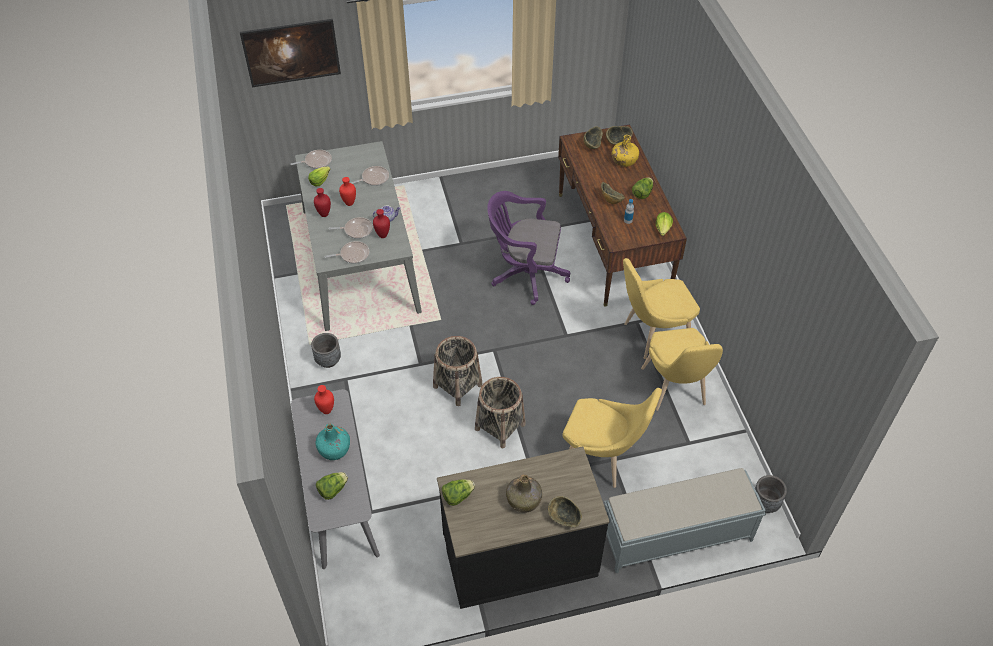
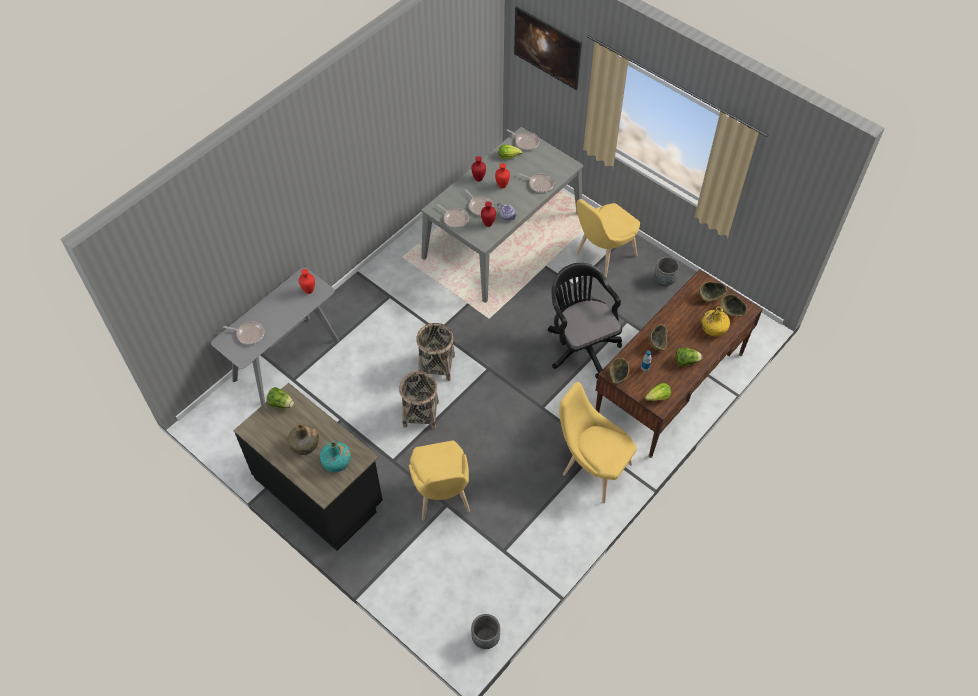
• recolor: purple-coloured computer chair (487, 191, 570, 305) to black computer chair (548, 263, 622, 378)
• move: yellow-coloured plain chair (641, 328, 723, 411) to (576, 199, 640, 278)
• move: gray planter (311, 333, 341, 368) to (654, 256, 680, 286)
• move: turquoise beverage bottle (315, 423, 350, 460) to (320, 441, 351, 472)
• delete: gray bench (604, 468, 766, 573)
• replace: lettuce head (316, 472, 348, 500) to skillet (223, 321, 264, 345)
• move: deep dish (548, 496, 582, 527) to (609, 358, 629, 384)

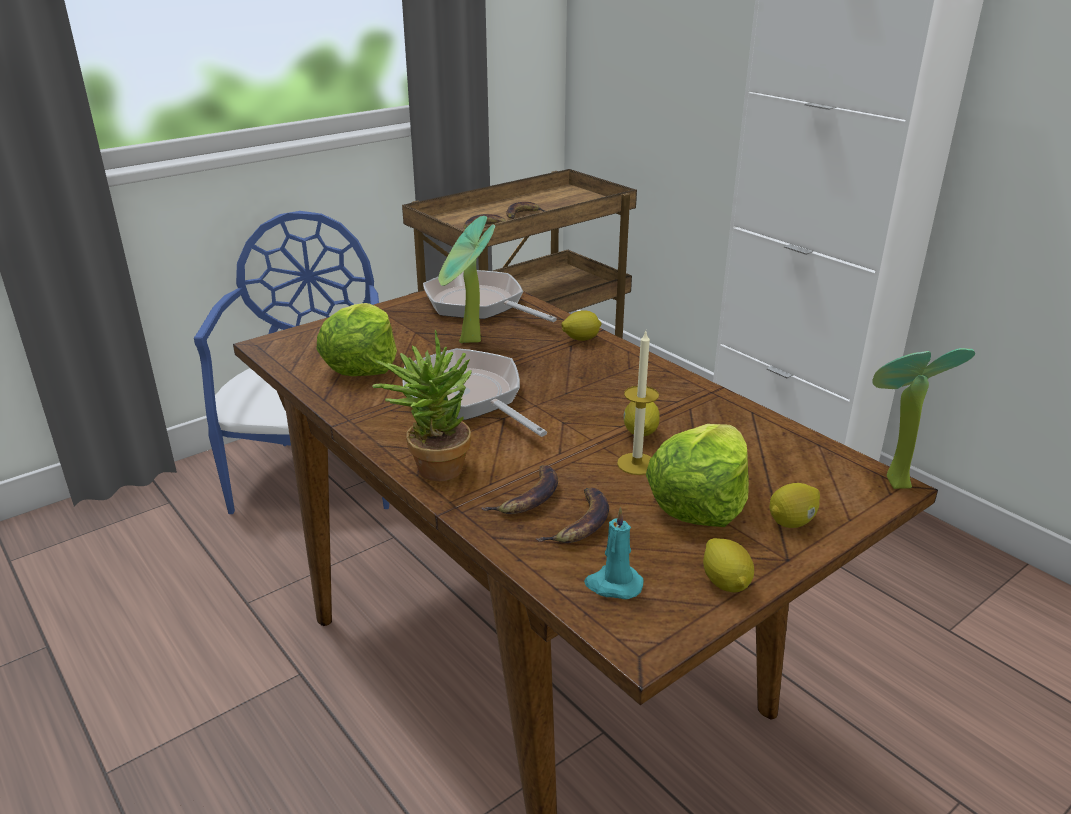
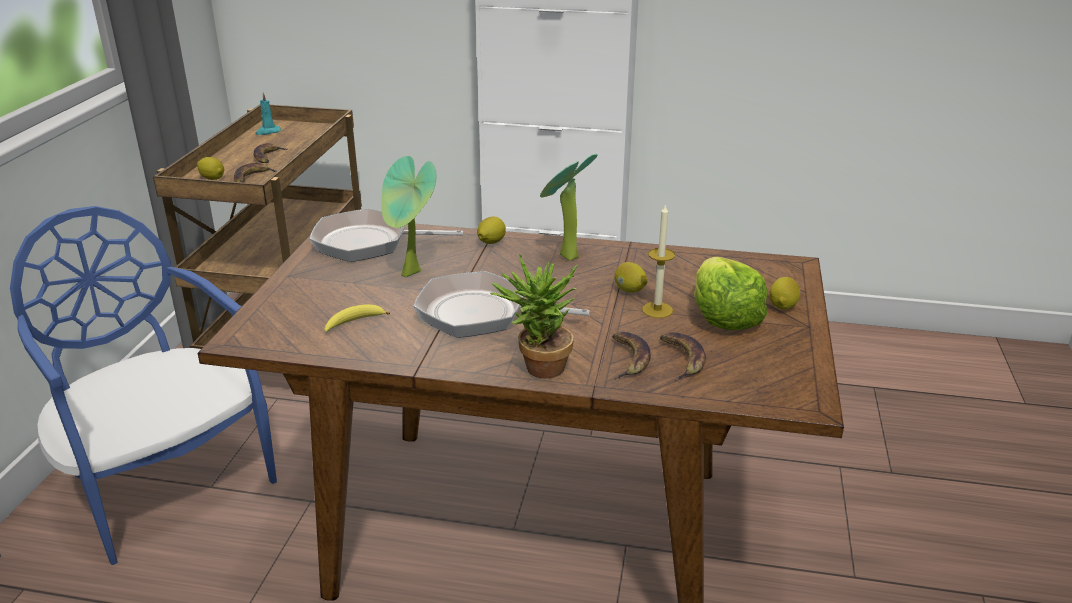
• replace: lettuce head (316, 303, 397, 376) to banana fruit (324, 304, 390, 332)
• move: potted plant (872, 348, 975, 489) to (540, 154, 597, 261)
• move: turquoise wax light (584, 507, 644, 599) to (255, 92, 281, 135)
• move: citrus fruit (703, 538, 754, 592) to (197, 157, 224, 180)

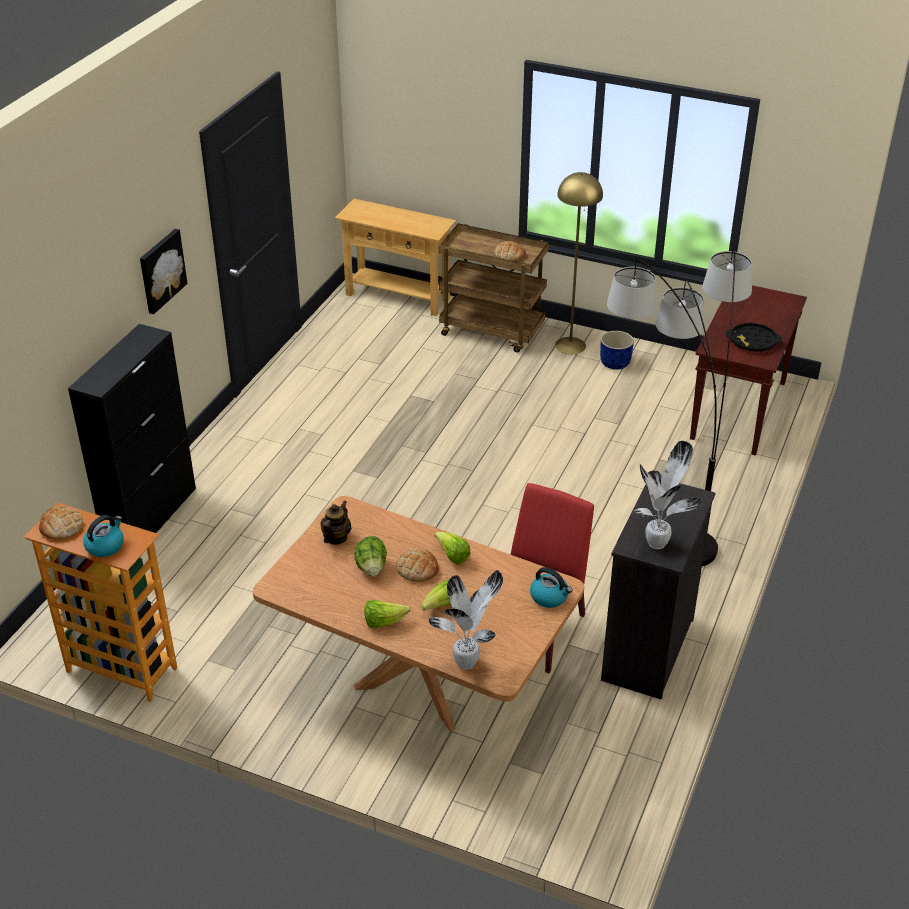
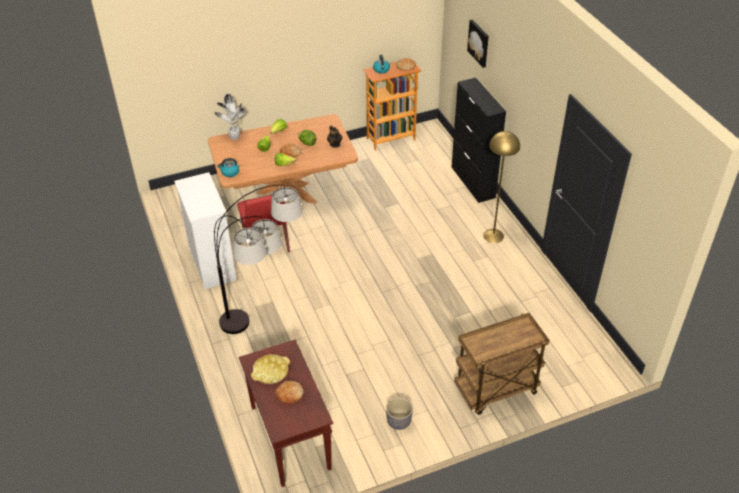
• move: yellow-coloured standing lamp (555, 172, 603, 354) to (483, 131, 520, 243)
• delete: sand-coloured narrow table (335, 199, 456, 316)
• move: picture (140, 229, 188, 314) to (467, 20, 489, 68)
• move: bakery bread (494, 241, 526, 261) to (276, 380, 304, 404)
• recolor: black serving tray (726, 323, 782, 352) to yellow-coloured serving tray (251, 354, 290, 384)
• recolor: blue-coloured planter (600, 331, 634, 370) to gray planter (386, 397, 413, 430)
• delete: potted plant (633, 441, 702, 549)
• recolor: black chest of drawers (601, 483, 715, 700) to white-coloured chest of drawers (174, 172, 236, 289)

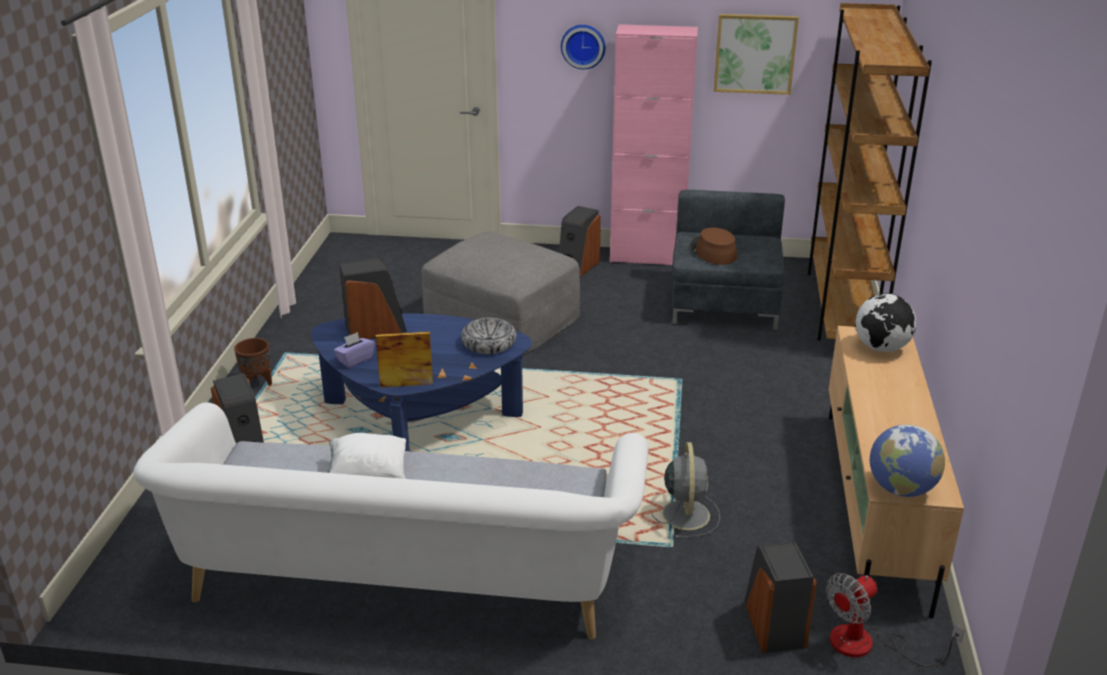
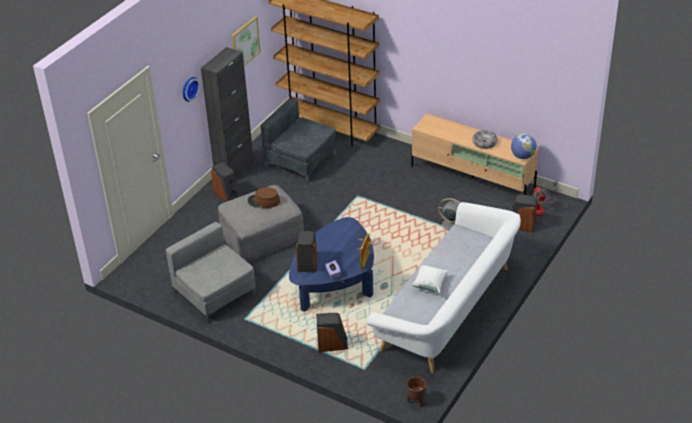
• recolor: pink storage cabinet (610, 24, 698, 265) to black storage cabinet (201, 47, 254, 178)
• move: brown clothing hat (690, 227, 737, 265) to (248, 187, 280, 208)
• delete: desk globe (855, 293, 916, 352)
• move: deep dish (461, 317, 516, 354) to (472, 130, 497, 149)
• move: brown planter (234, 338, 272, 386) to (407, 377, 426, 407)
• insert: gray armchair (166, 222, 256, 323)

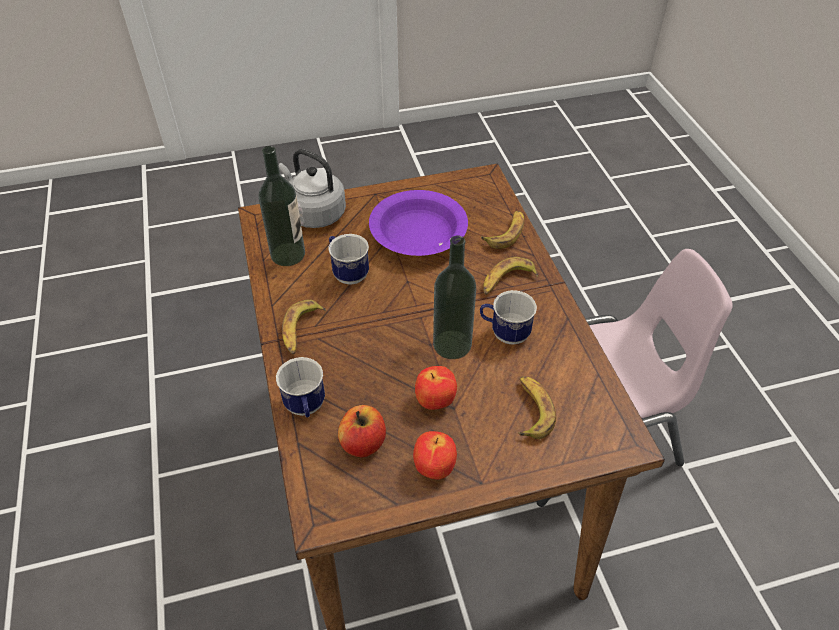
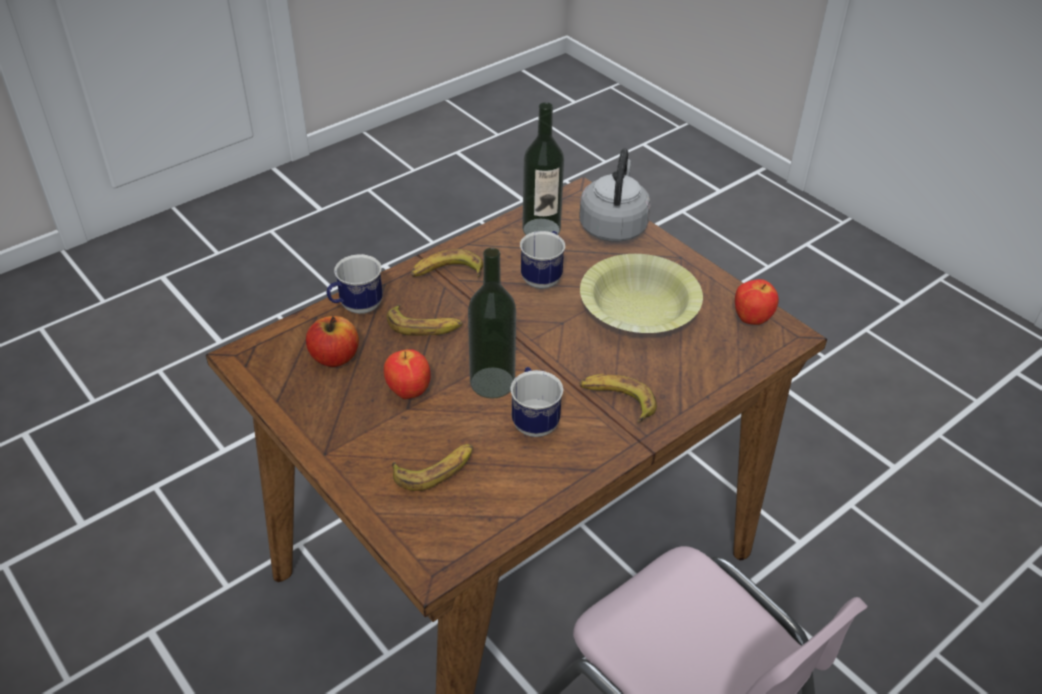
• recolor: purple-coloured deep dish (369, 190, 468, 256) to yellow-coloured deep dish (580, 254, 703, 333)
• move: banana fruit (481, 211, 524, 249) to (387, 304, 463, 335)
• move: whole apple (413, 431, 457, 479) to (735, 279, 779, 325)

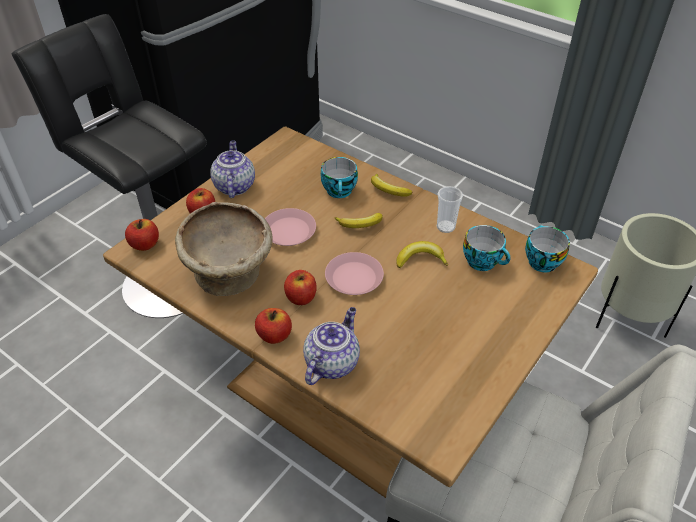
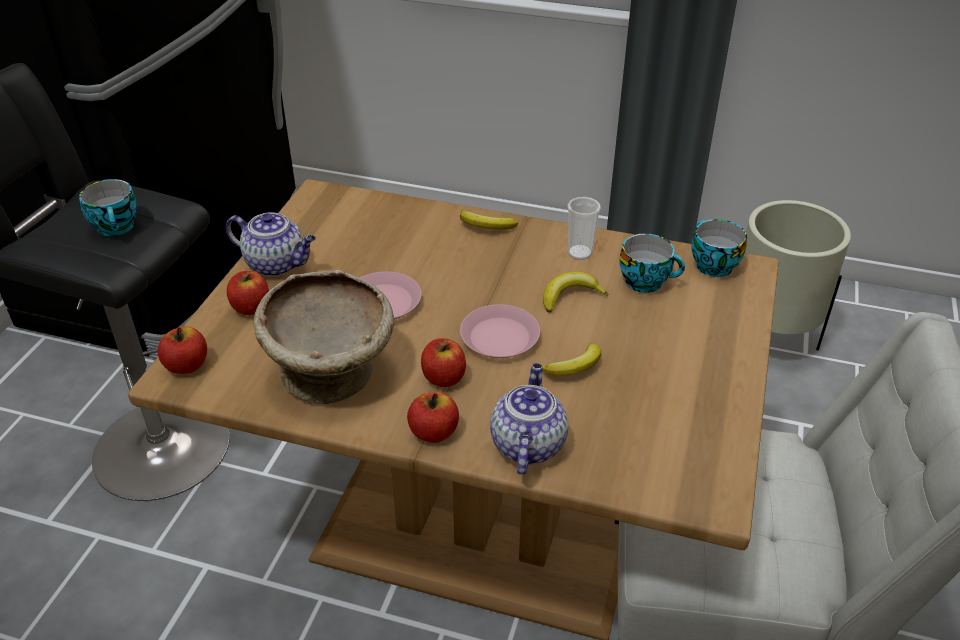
• rotate: pot for tea (210, 140, 255, 198) = (226, 212, 316, 277) 135 degrees clockwise
• move: small cup (321, 157, 358, 198) to (79, 179, 137, 236)
• move: banana fruit (334, 213, 383, 228) to (542, 344, 601, 376)

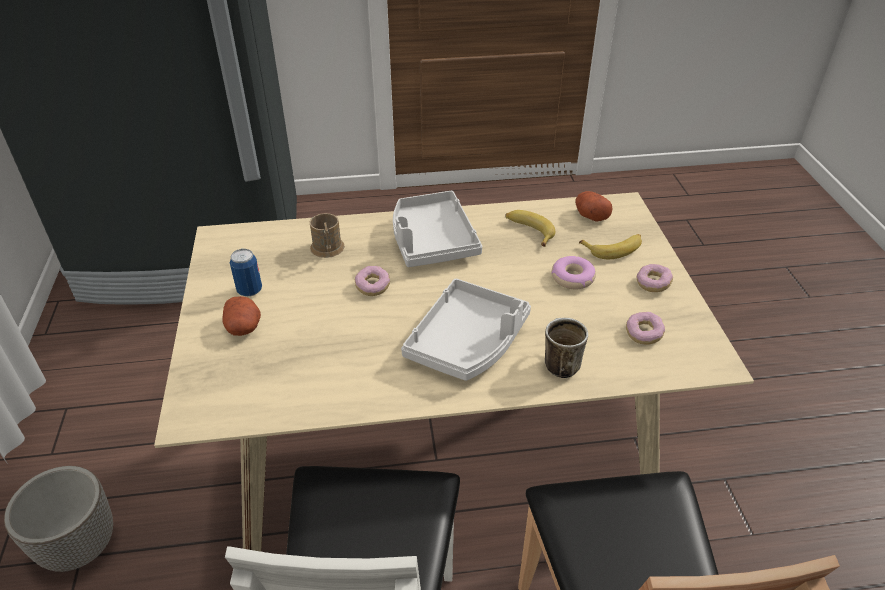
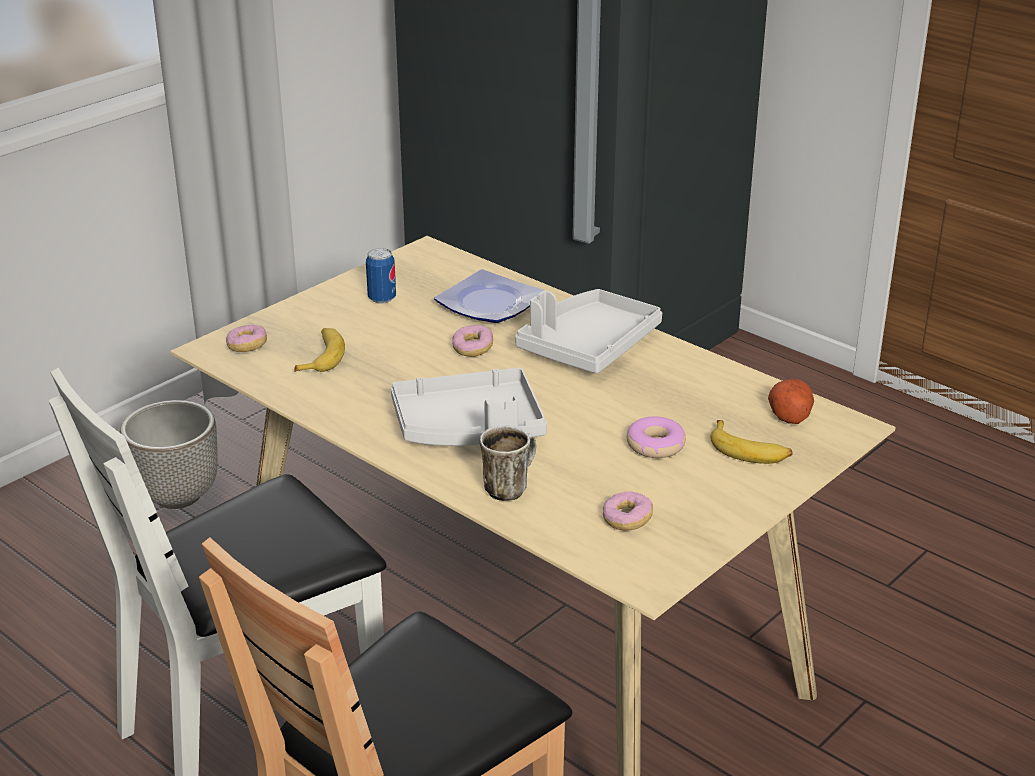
• move: banana fruit (505, 210, 555, 247) to (294, 328, 345, 372)
• replace: brown mug (310, 213, 345, 258) to flat dish (434, 269, 544, 323)
• move: ring doughnut (637, 264, 673, 292) to (226, 324, 267, 352)
• delete: whole potato (222, 296, 261, 336)

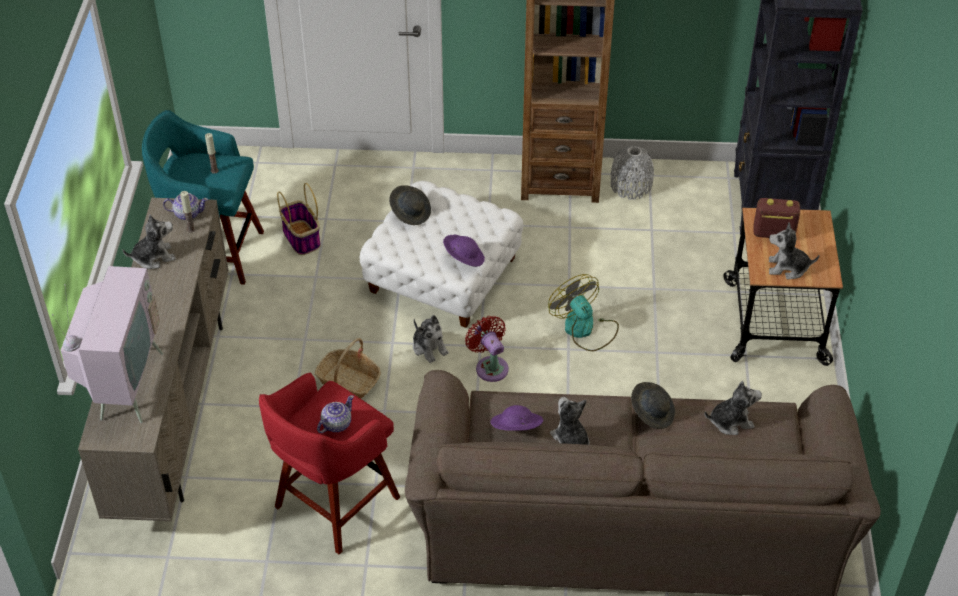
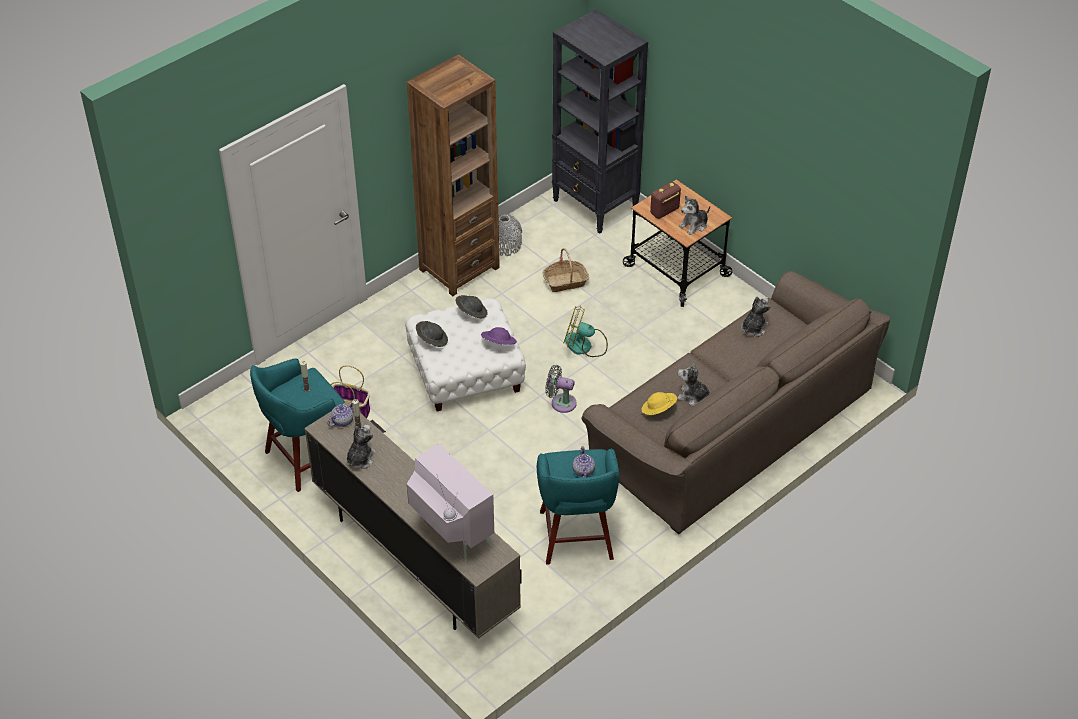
• delete: plush toy (413, 315, 449, 363)
• recolor: reddish fan (465, 316, 509, 382) to gray fan (545, 365, 577, 413)
• move: basket (315, 338, 381, 399) to (542, 248, 589, 292)
• recolor: reddish stool (259, 373, 400, 554) to turquoise stool (537, 448, 619, 565)
• move: gray clothing hat (631, 382, 675, 429) to (455, 295, 488, 318)
• recolor: purple-coloured clothing hat (490, 405, 543, 431) to yellow-coloured clothing hat (642, 392, 677, 415)

